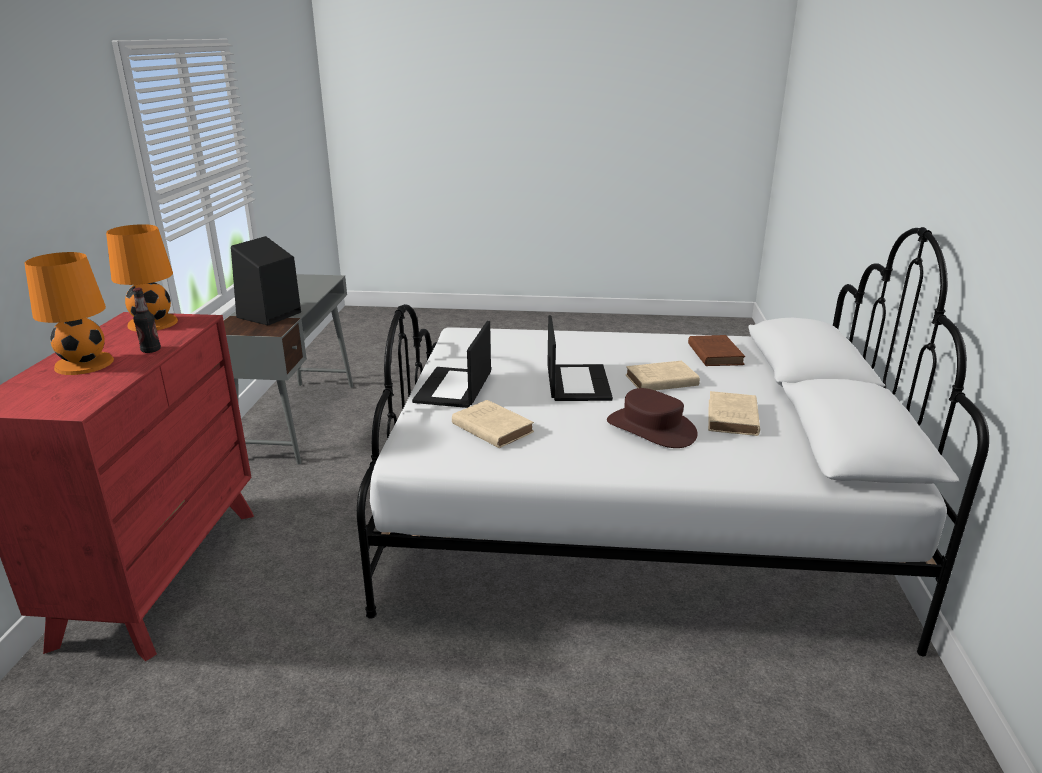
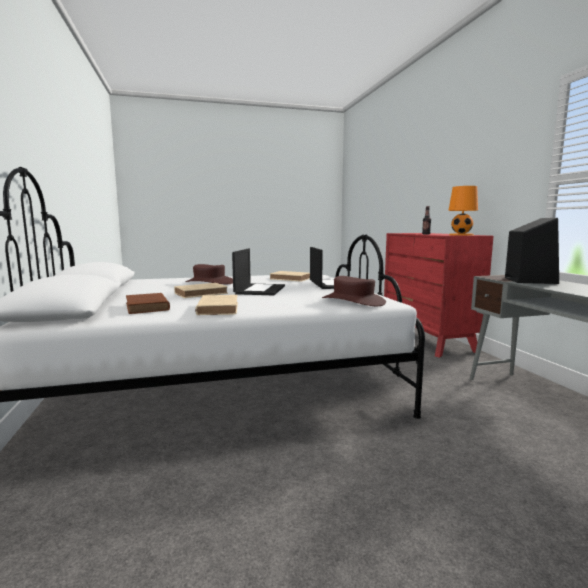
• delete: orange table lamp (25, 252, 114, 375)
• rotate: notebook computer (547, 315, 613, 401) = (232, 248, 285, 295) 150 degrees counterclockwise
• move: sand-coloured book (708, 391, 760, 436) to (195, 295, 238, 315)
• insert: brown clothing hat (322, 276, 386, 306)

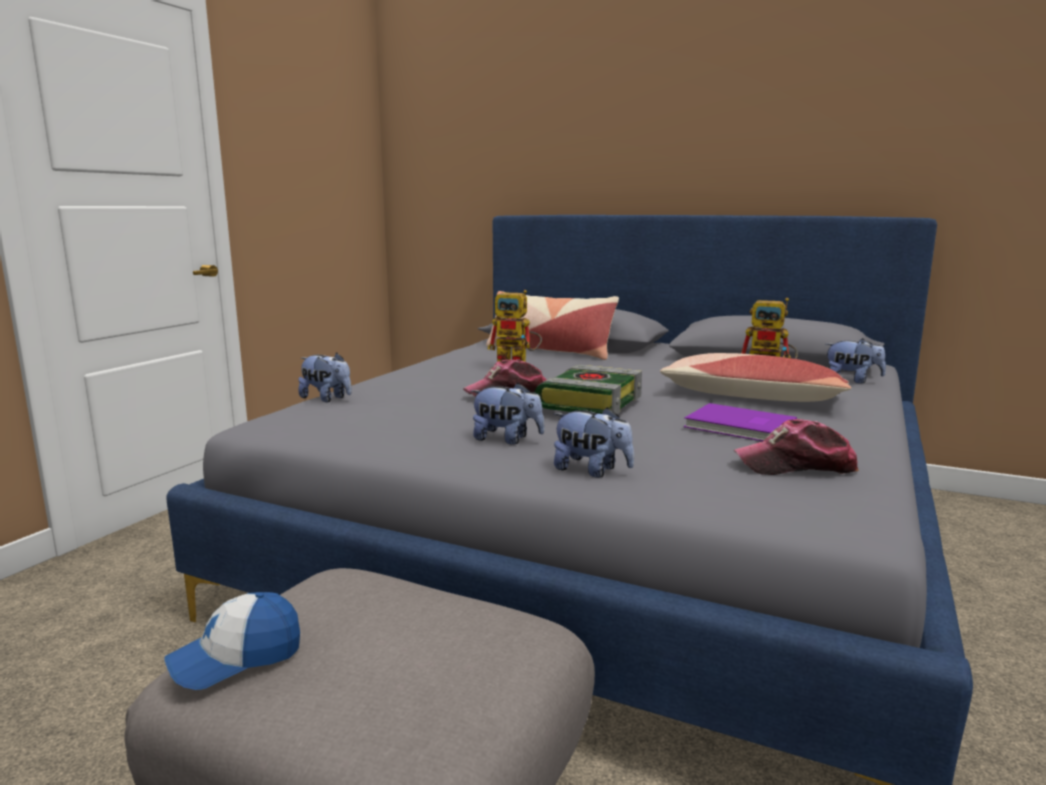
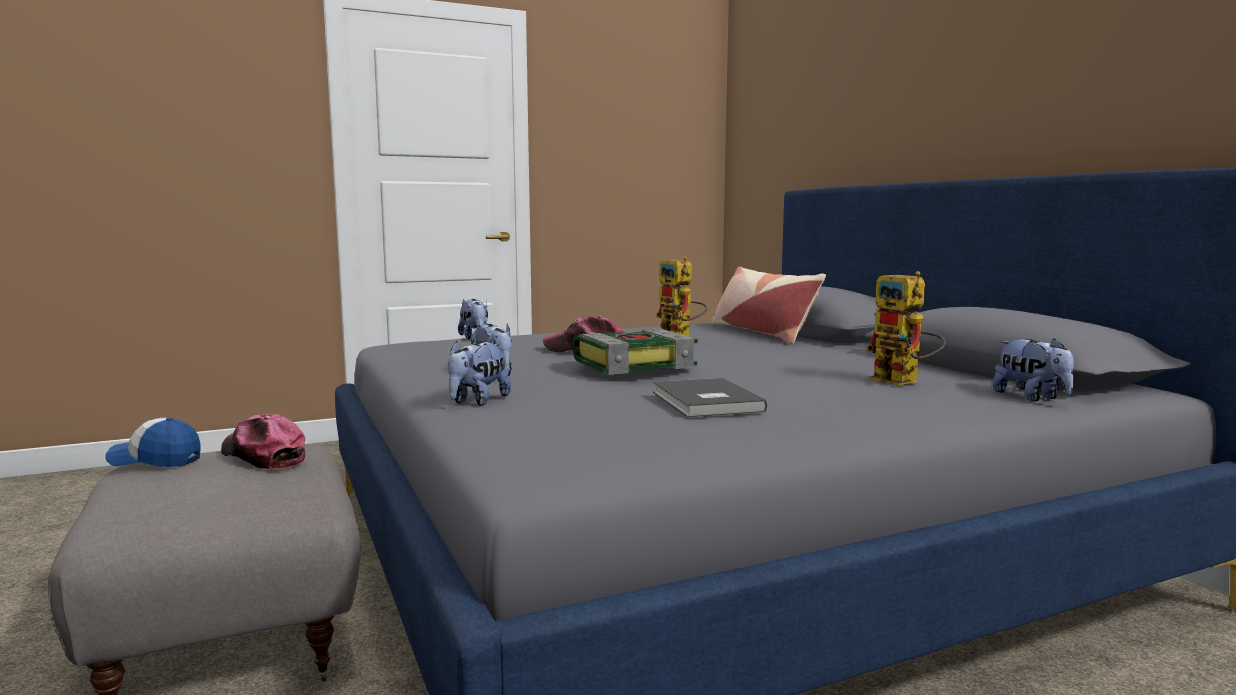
• delete: pillow (660, 353, 851, 402)
• recolor: purple-coloured book (684, 403, 797, 441) to gray book (653, 378, 767, 418)
• rotate: plush toy (554, 407, 634, 478) = (447, 341, 511, 406) 45 degrees clockwise
• move: baseball cap (734, 419, 859, 475) to (221, 414, 305, 470)

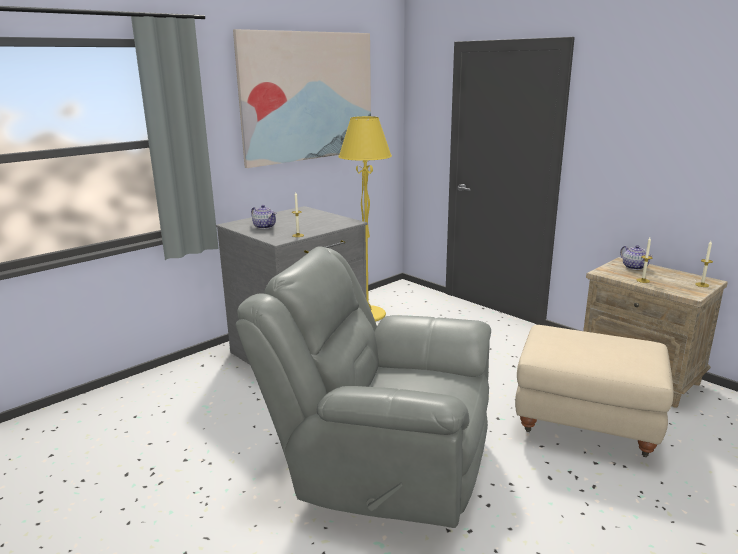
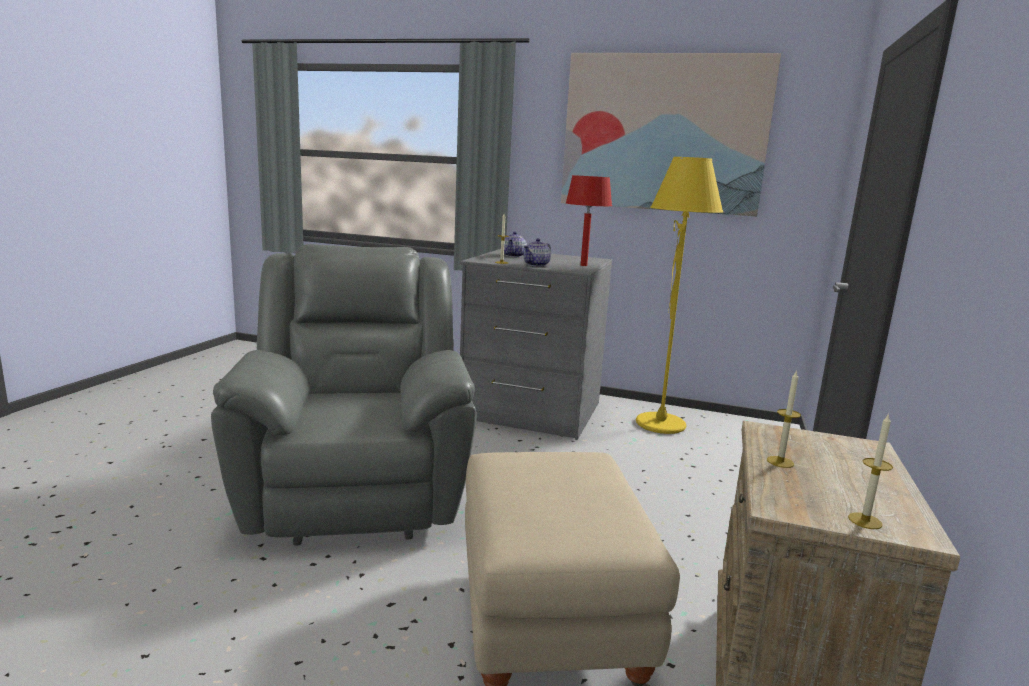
• move: pot for tea (620, 245, 653, 270) to (523, 239, 551, 267)
• insert: reddish table lamp (566, 175, 612, 266)

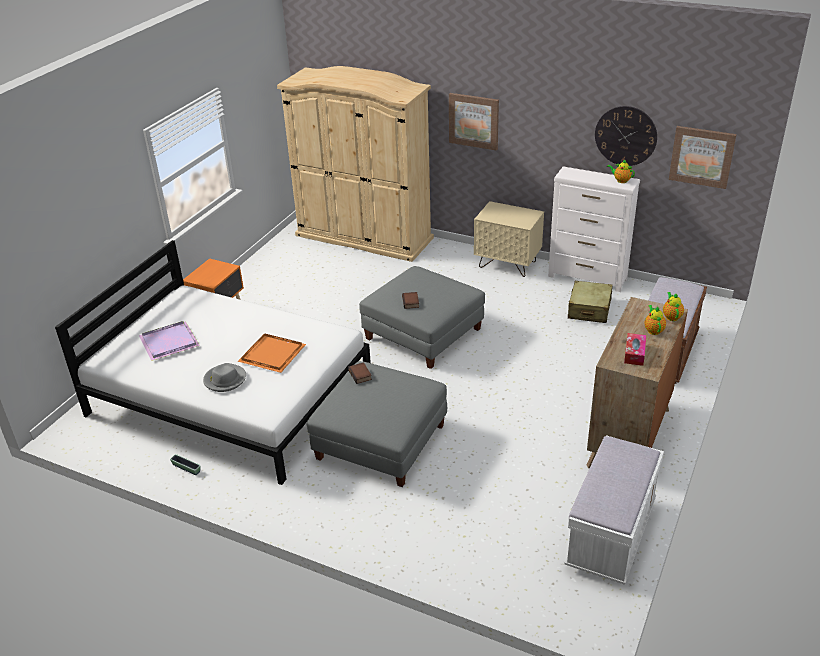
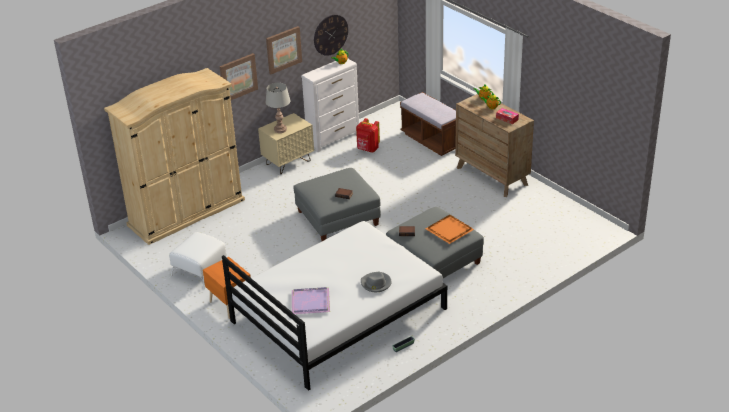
• move: picture (669, 126, 737, 189) to (266, 26, 302, 74)
• replace: sand-coloured suitcase (568, 281, 612, 323) to reddish knapsack (356, 118, 380, 152)
• move: orange serving tray (238, 333, 306, 373) to (426, 215, 474, 244)
• delete: white-coloured bench (564, 435, 664, 585)
• insert: gray table lamp (265, 83, 291, 133)
• insert: white-coloured footrest (169, 232, 227, 290)

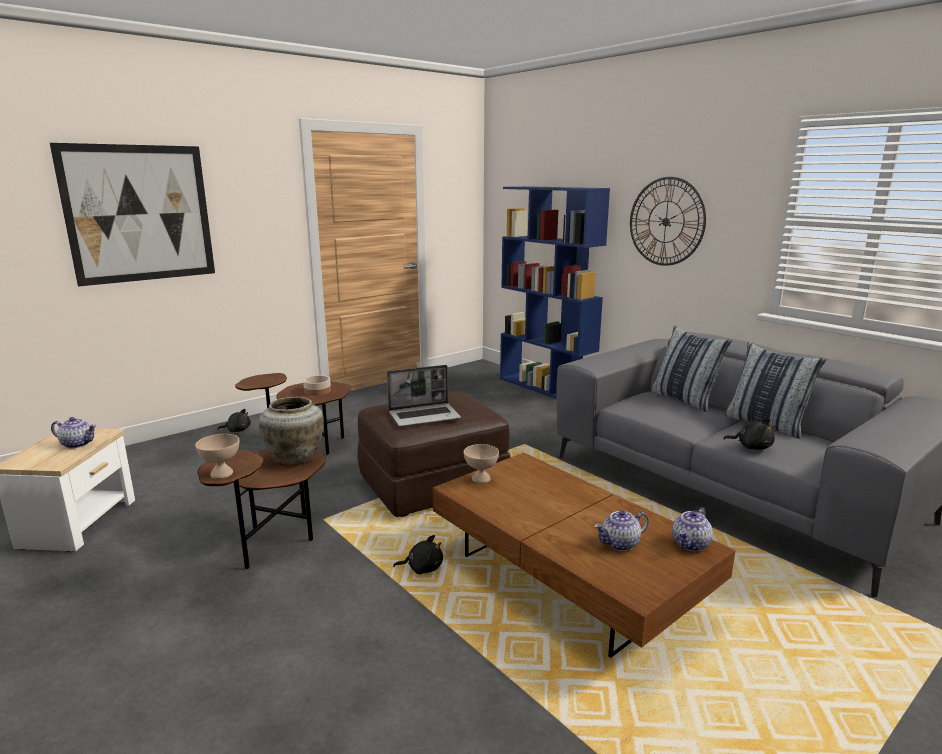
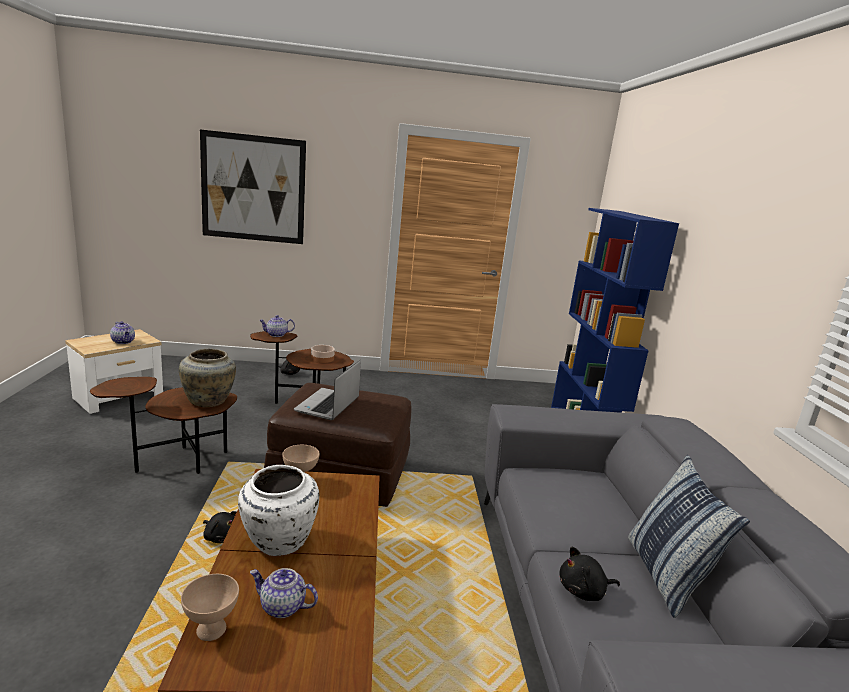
• delete: hanging clock (630, 177, 706, 266)
• delete: pillow (651, 325, 732, 412)
• rotate: notebook computer (387, 365, 461, 427) = (294, 360, 361, 420) 90 degrees clockwise
• rotate: black plush toy (723, 419, 775, 450) = (559, 547, 620, 601) 105 degrees clockwise
• move: sand-coloured deep dish (195, 434, 239, 479) to (181, 574, 239, 641)
• move: pot for tea (672, 507, 713, 551) to (259, 315, 295, 337)
• insert: white-coloured vase (238, 465, 319, 556)

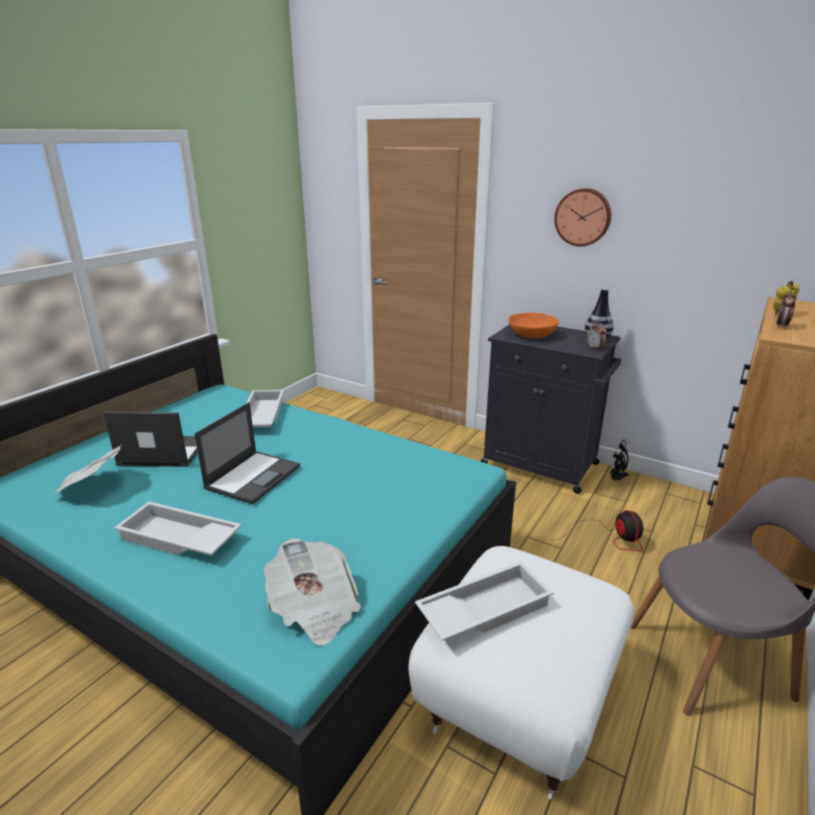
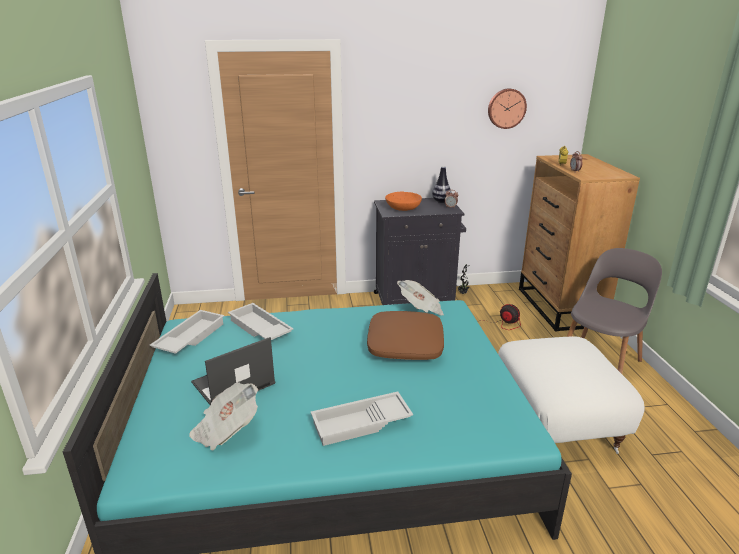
• move: hanging clock (554, 188, 611, 246) to (488, 88, 527, 129)
• delete: notebook computer (194, 402, 300, 504)
• move: newspaper (264, 538, 361, 645) to (397, 280, 444, 315)
• move: white-coloured serving tray (415, 561, 553, 641) to (150, 310, 224, 354)
• insert: brown pillow (367, 311, 444, 360)

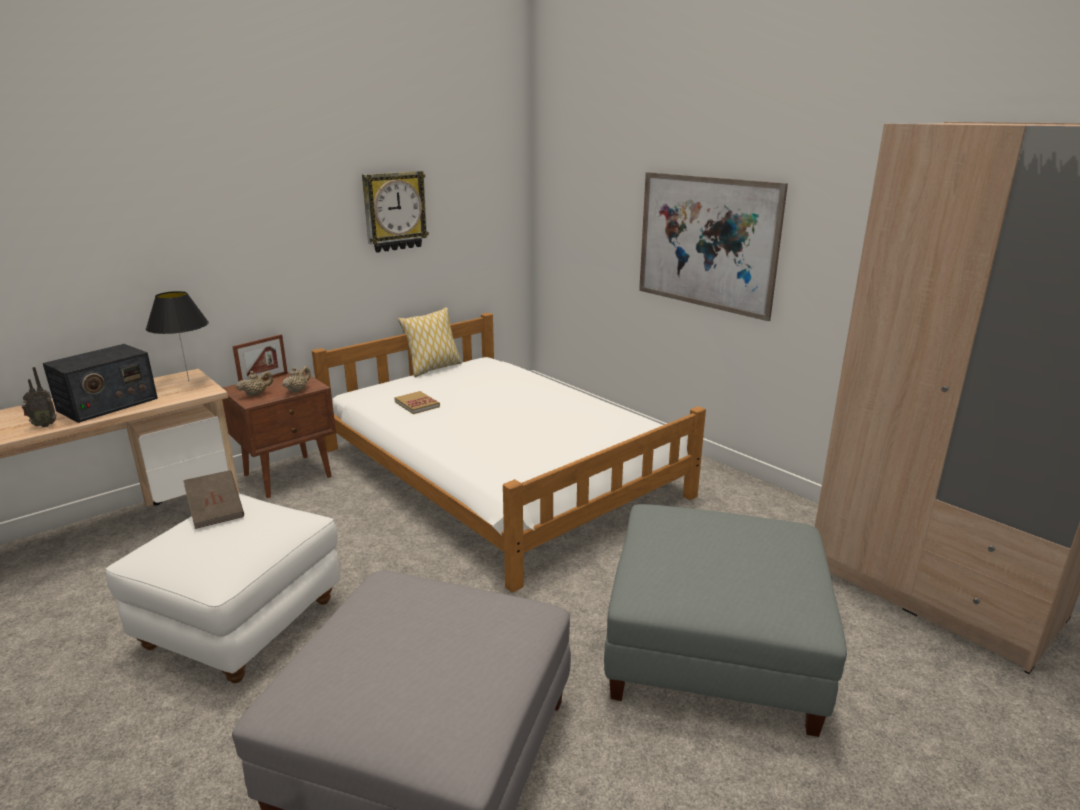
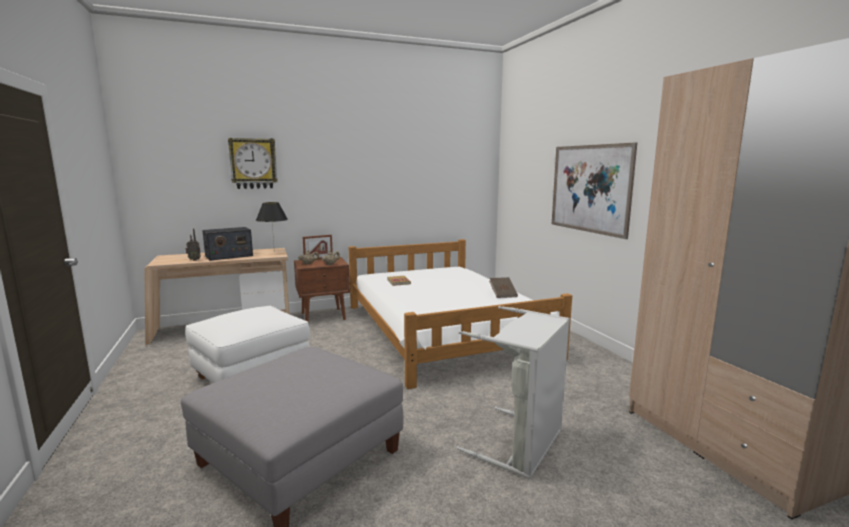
• move: hanging clock (362, 171, 429, 253) to (228, 138, 278, 189)
• delete: pillow (398, 307, 462, 377)
• move: brown book (183, 470, 244, 529) to (489, 277, 518, 298)
• replace: gray footrest (604, 504, 847, 737) to gray laundry basket (456, 306, 570, 479)

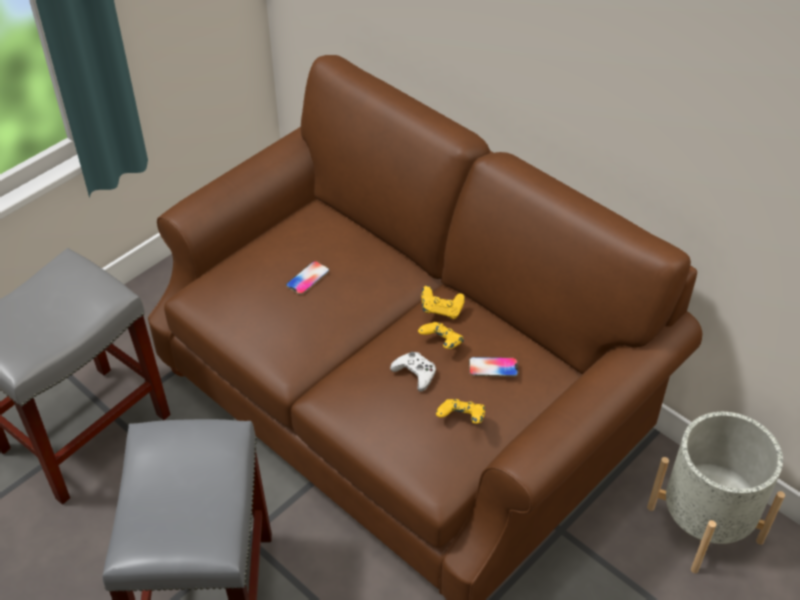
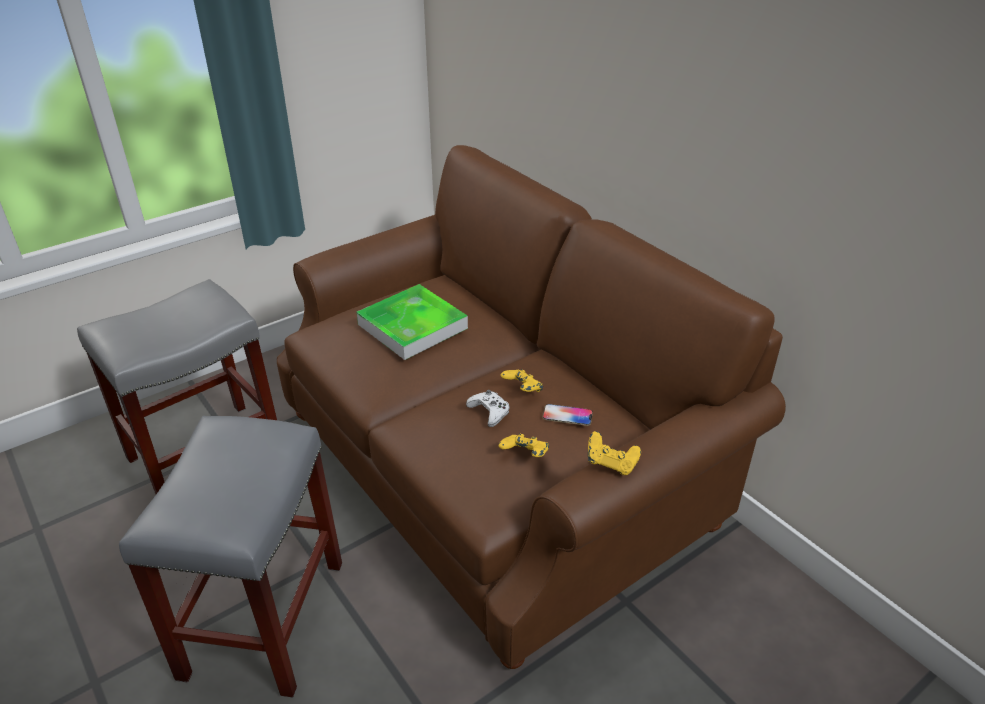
• replace: phone (286, 261, 329, 295) to serving tray (357, 284, 468, 360)
• move: yellow-coloured gamepad (422, 286, 465, 319) to (588, 431, 641, 475)
• delete: gray planter (647, 412, 785, 573)

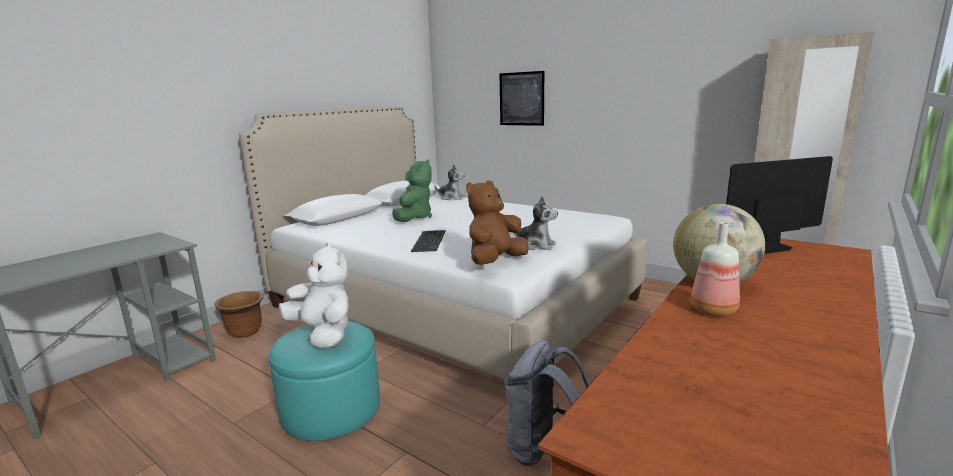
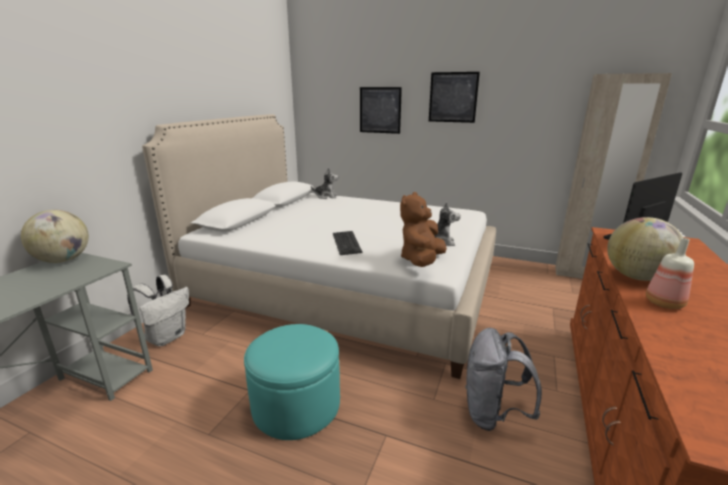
• delete: green-coloured plush toy (392, 159, 432, 222)
• delete: white-coloured plush toy (279, 243, 349, 348)
• replace: brown planter (214, 291, 264, 338) to white-coloured knapsack (127, 275, 189, 346)
• insert: picture (429, 72, 480, 123)
• insert: desk globe (21, 210, 89, 263)

